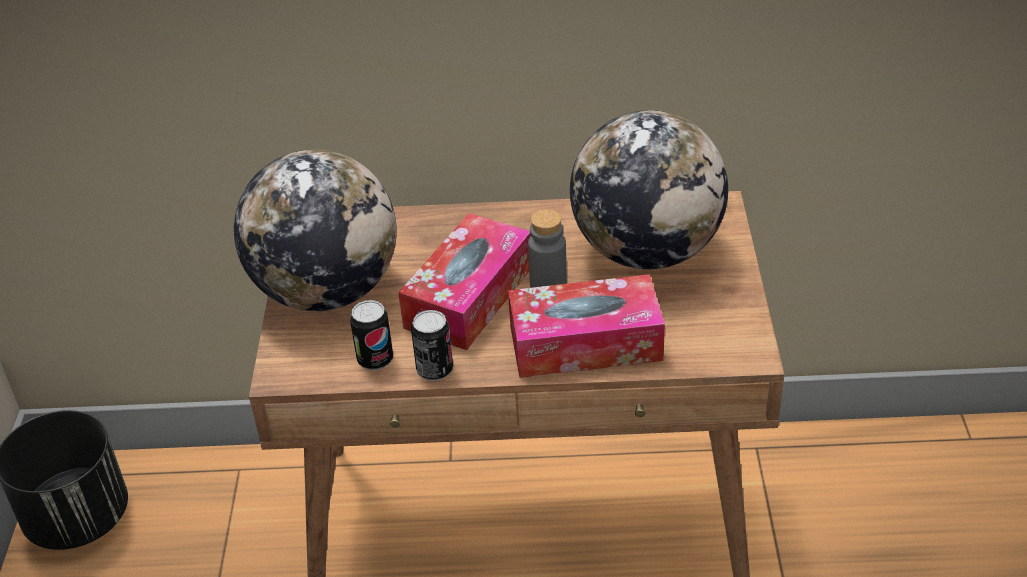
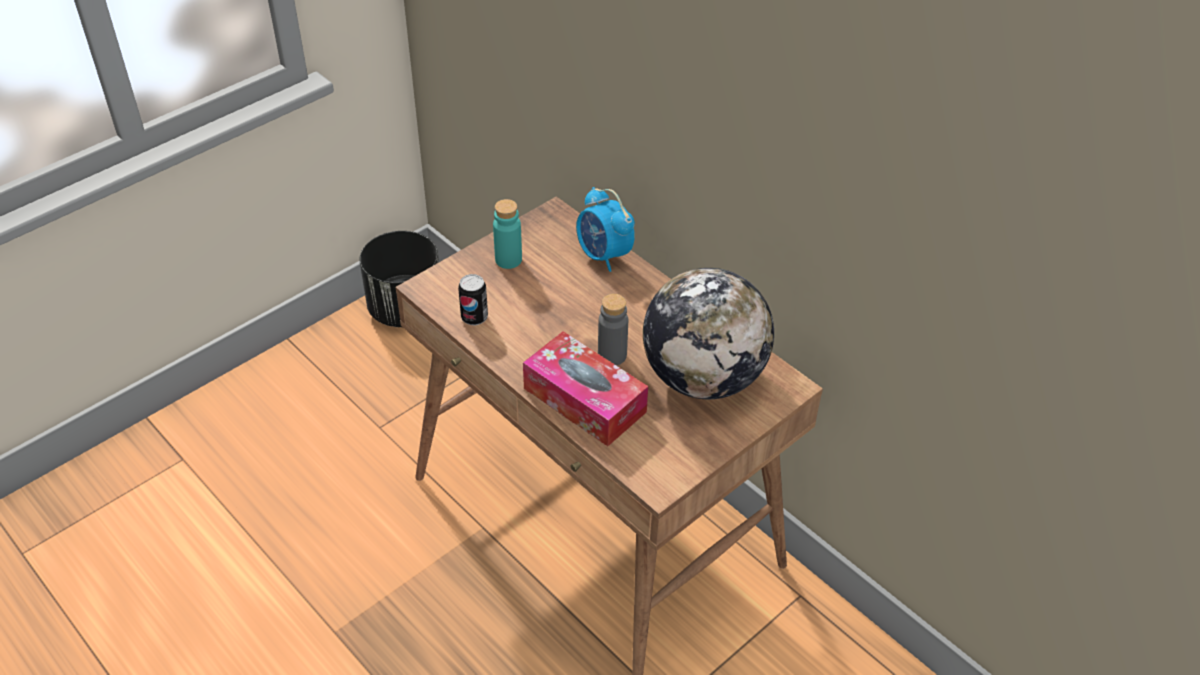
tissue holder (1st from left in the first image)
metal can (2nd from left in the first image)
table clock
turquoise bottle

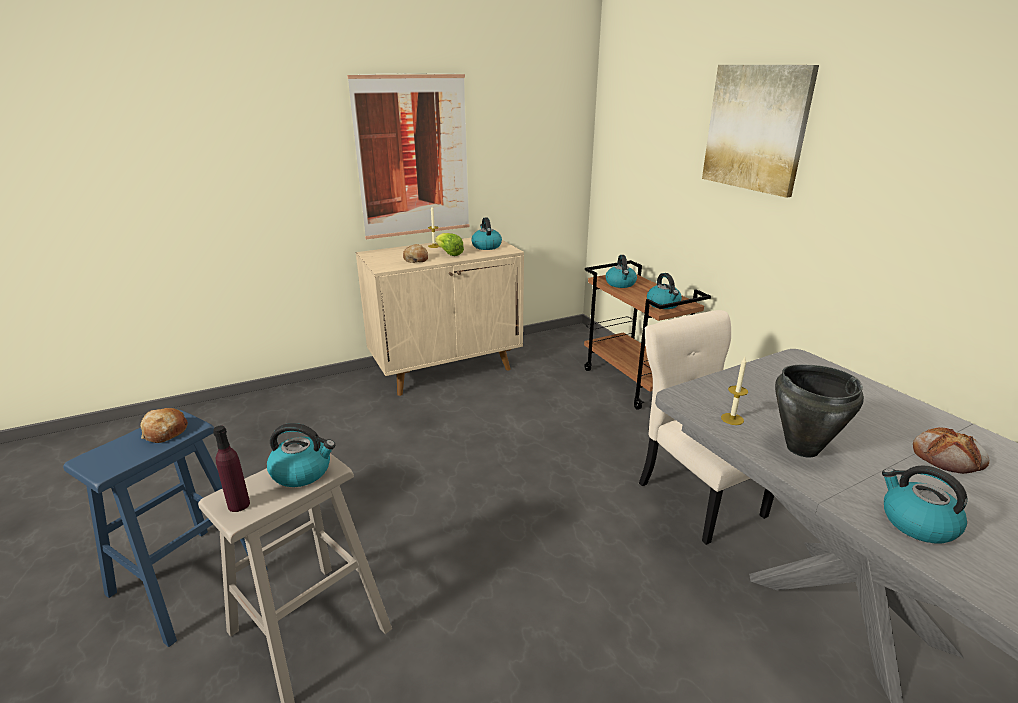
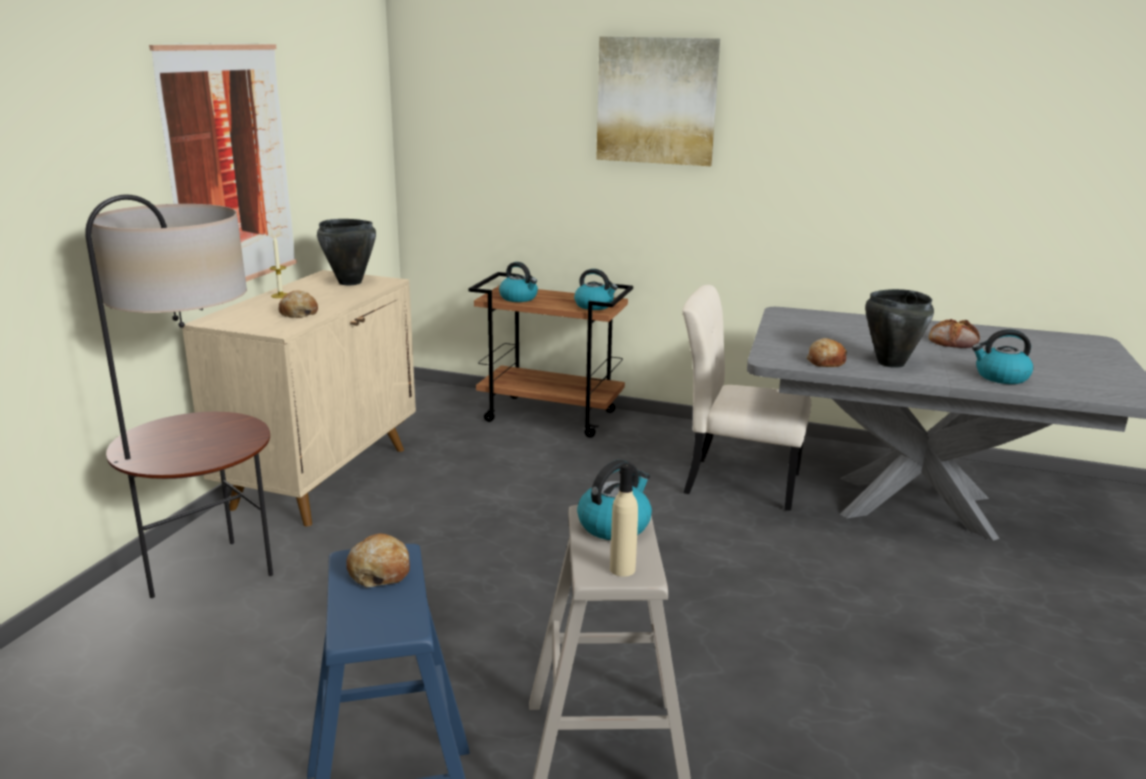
lettuce head
standing lamp
black cooking pot (1st from left)
bakery bread (3rd from left)
sand-coloured bottle

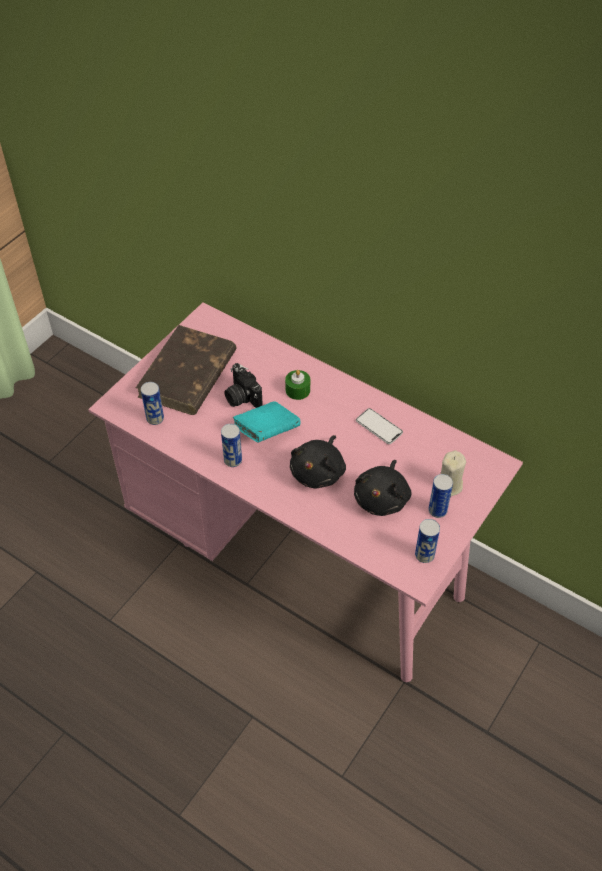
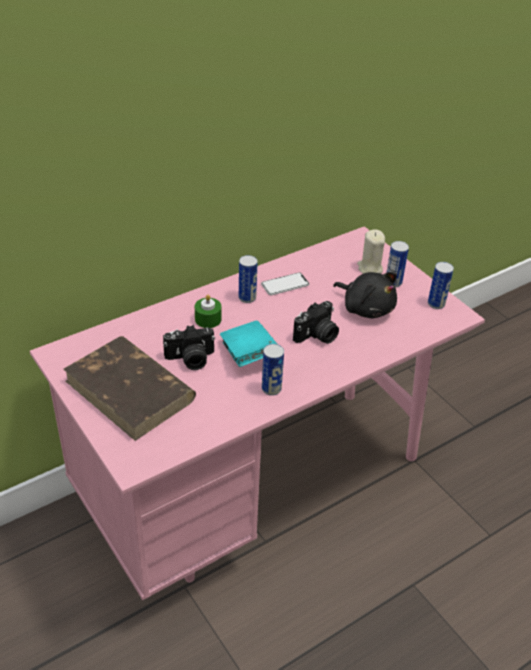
metal can (1st from left)
still camera (2nd from left)

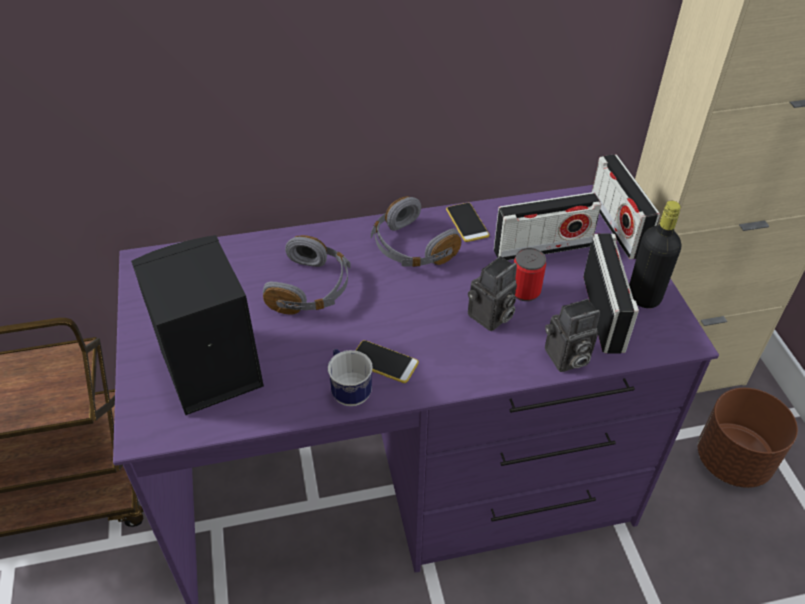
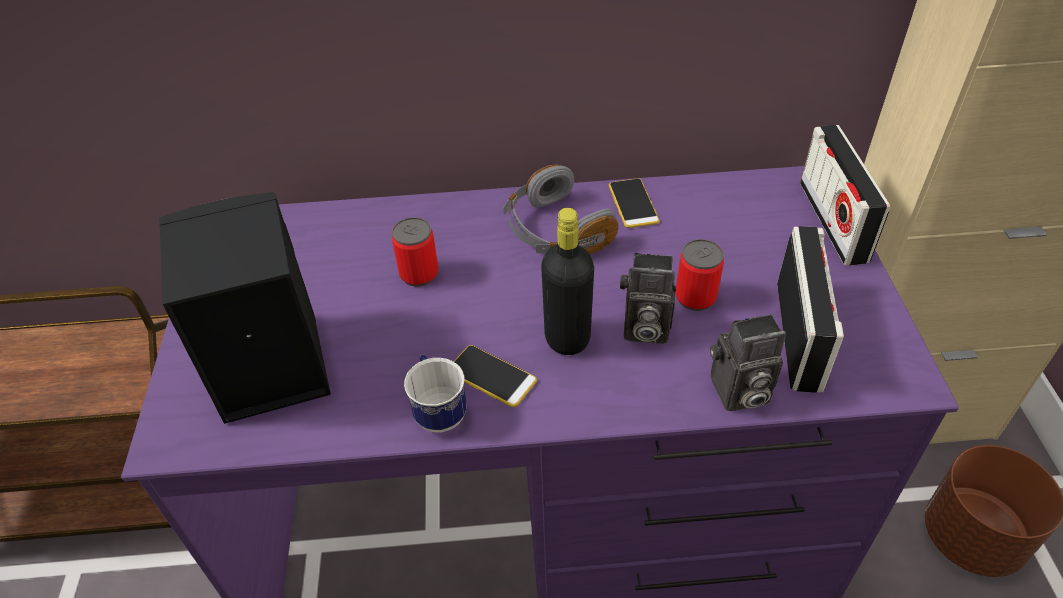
radio receiver (1st from left in the first image)
black bottle
metal can (1st from left)
still camera (1st from left)

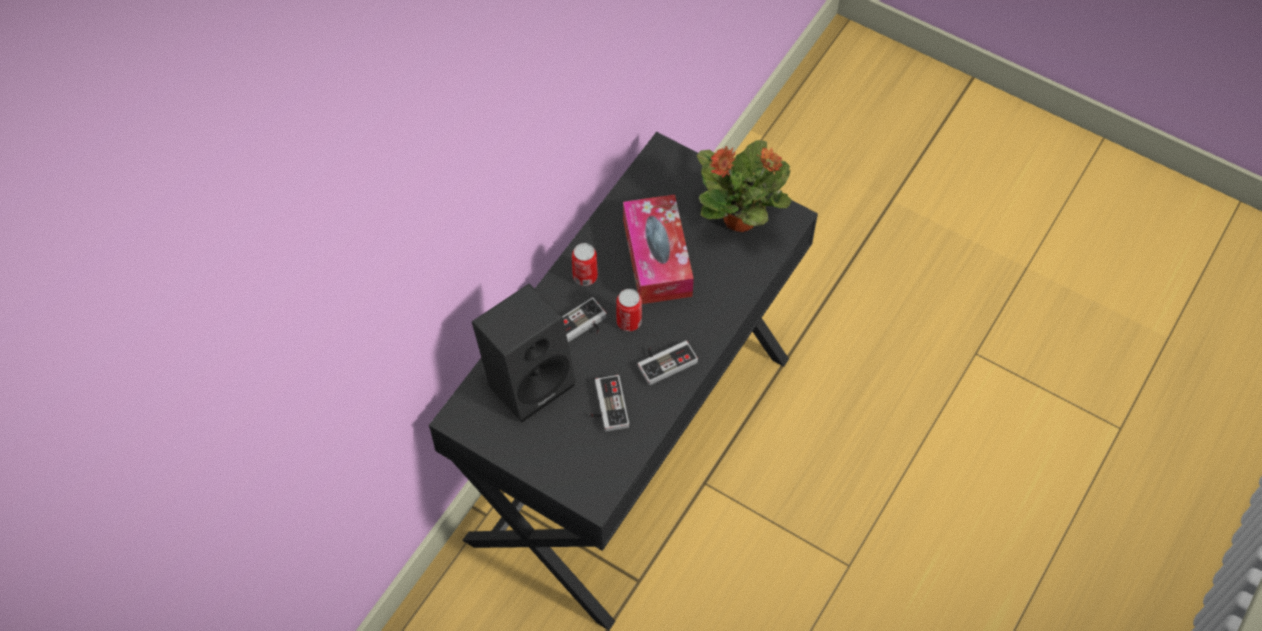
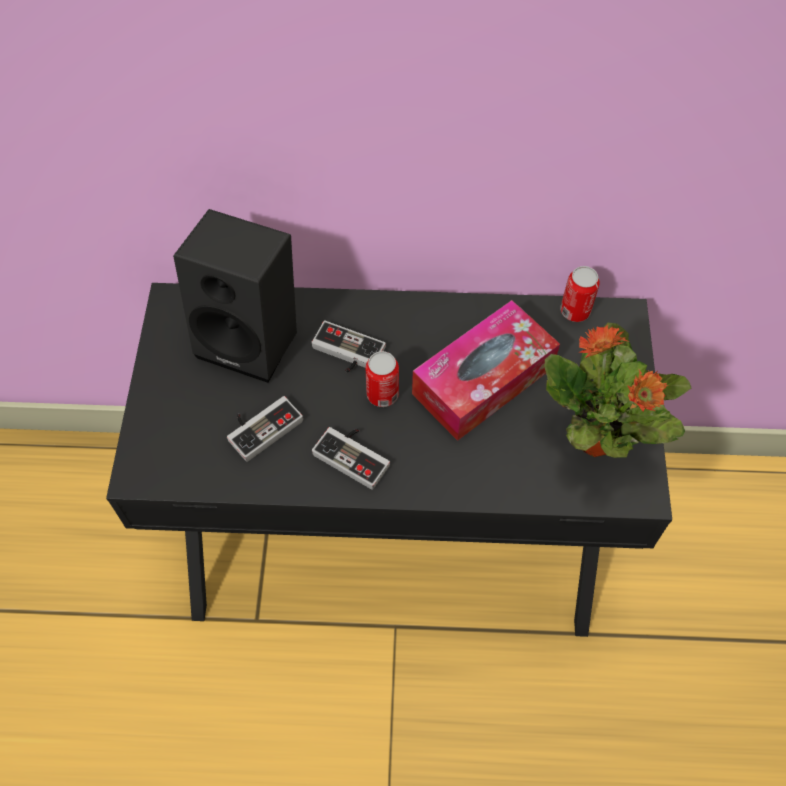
metal can (2nd from left)

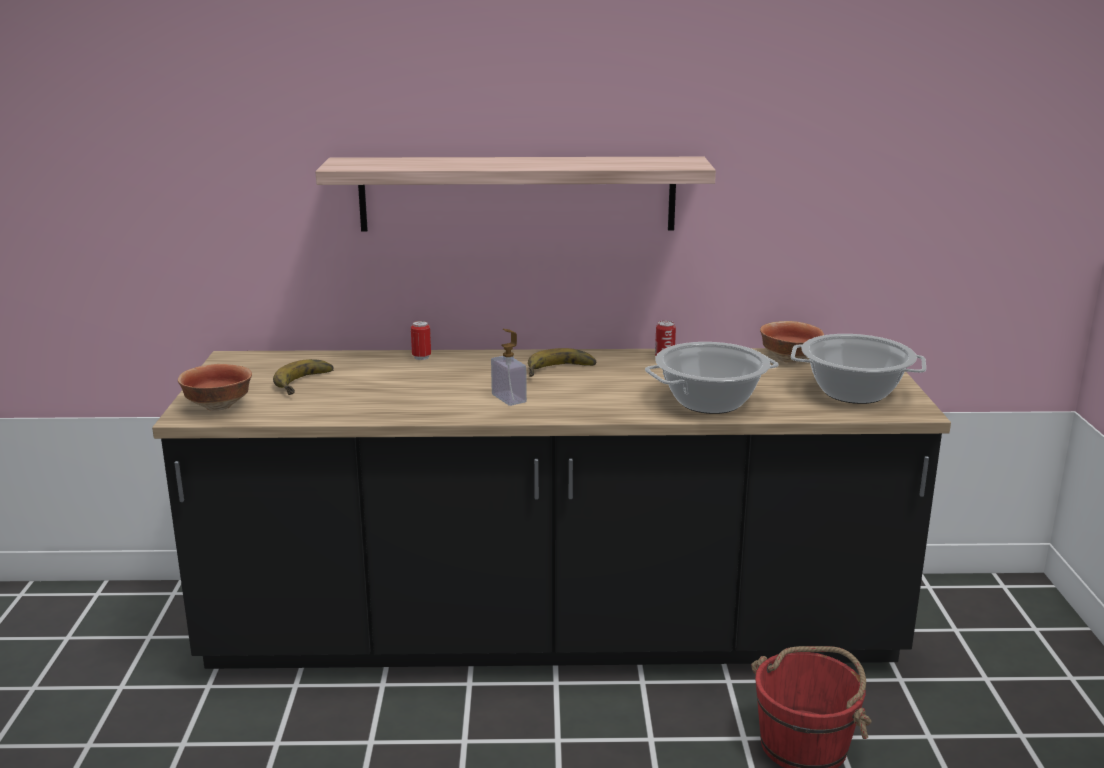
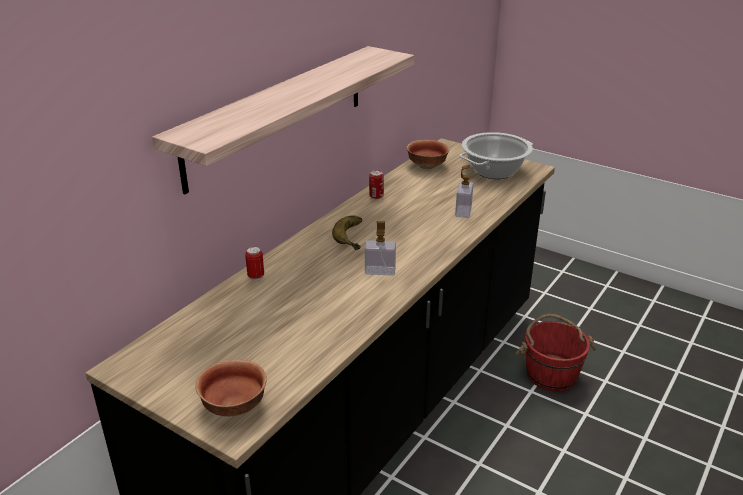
whole banana (1st from left in the first image)
soap dispenser (2nd from left)

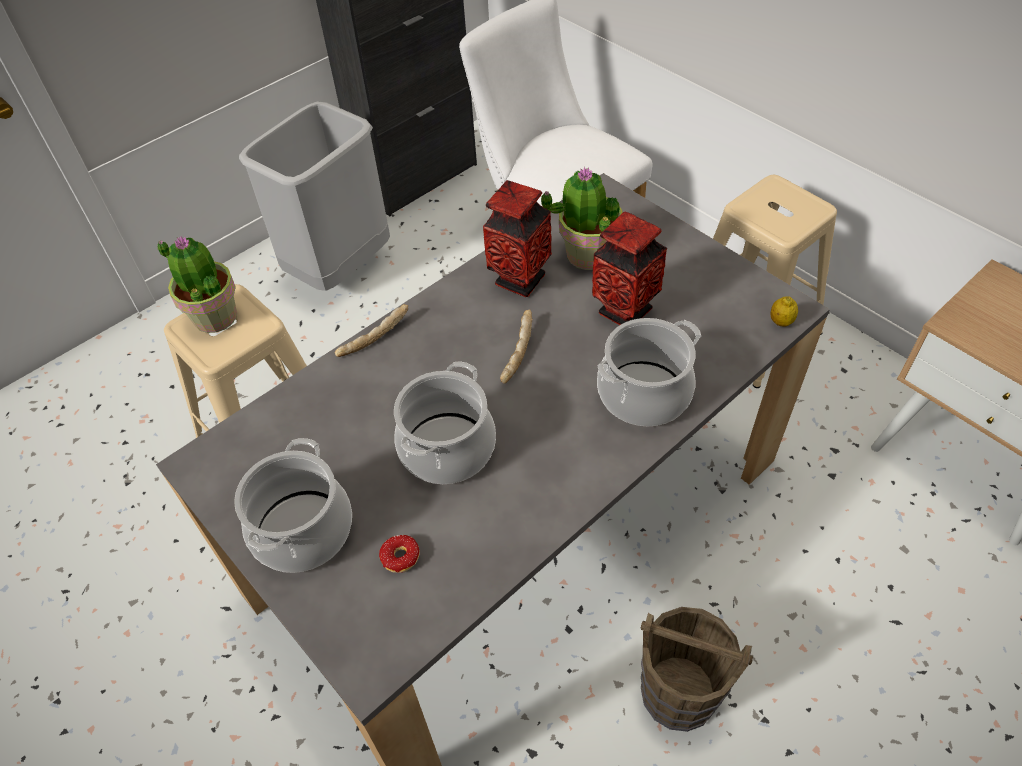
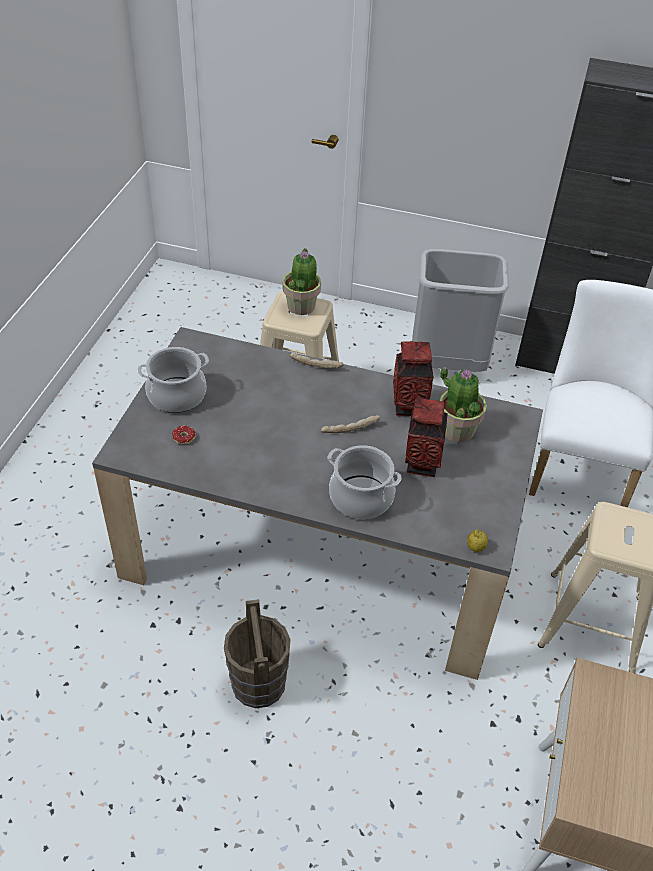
cooking pot (2nd from left in the first image)

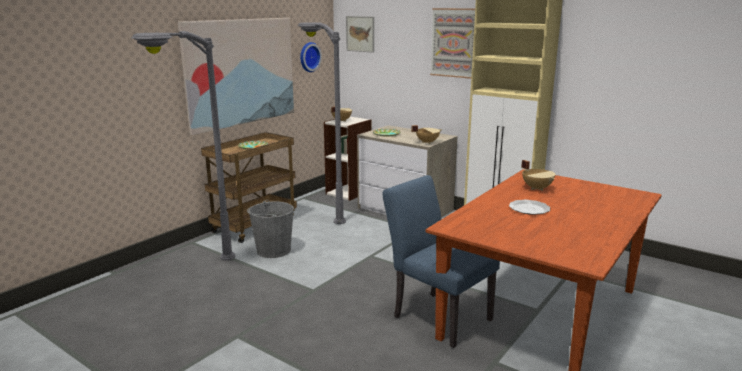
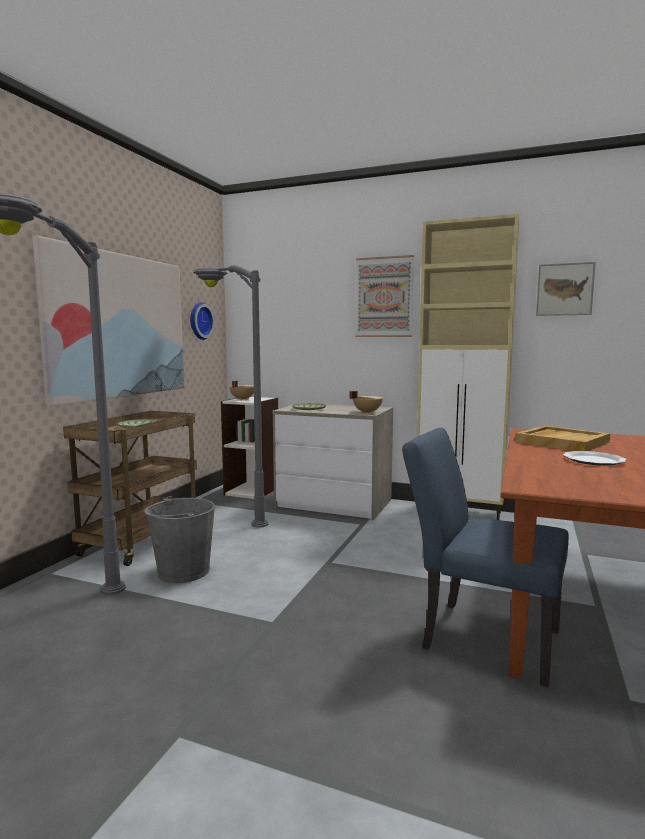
picture (3rd from left)
sand-coloured serving tray

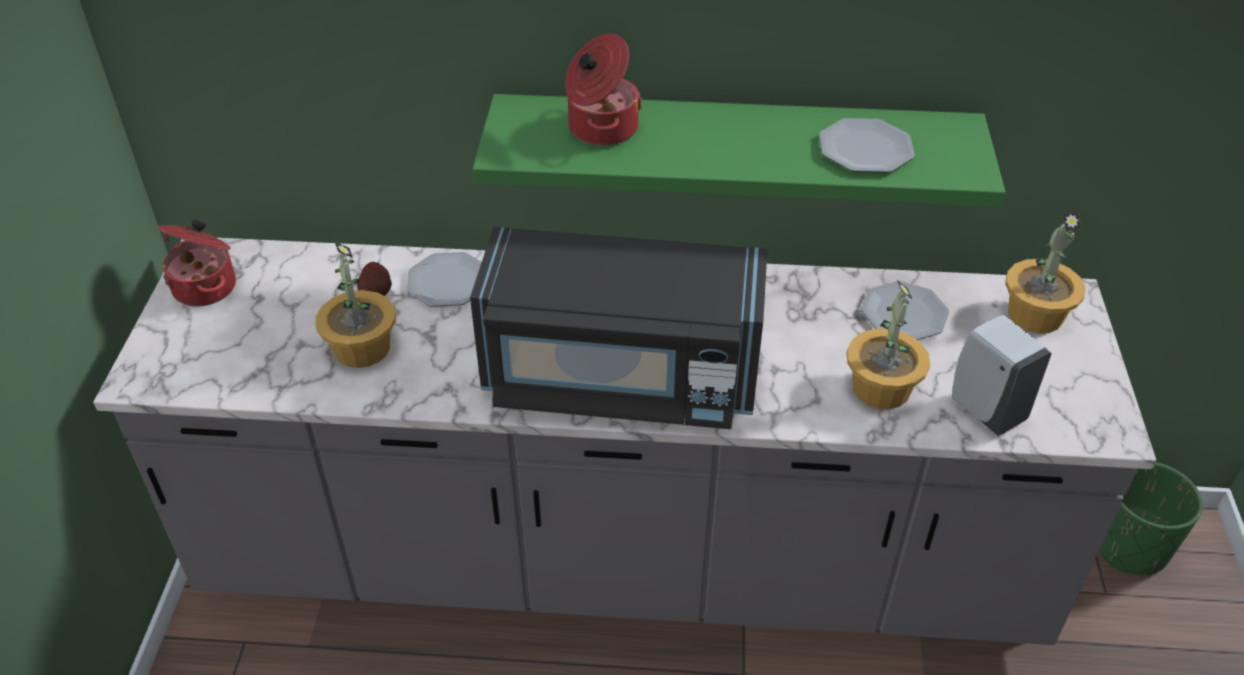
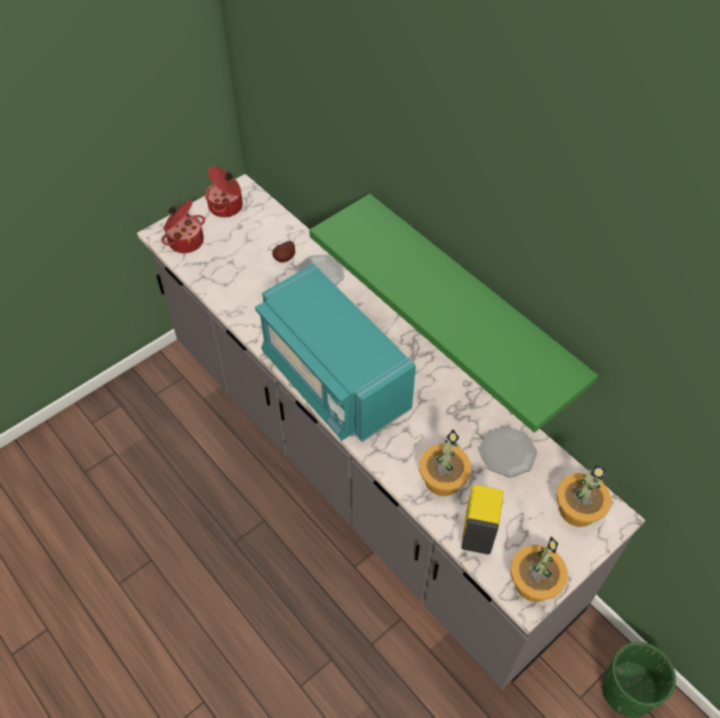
dinner plate (2nd from left in the first image)
plant in a pot (2nd from left)
cooking pot (1st from left)
turquoise microwave oven
yellow-coloured soap dispenser

